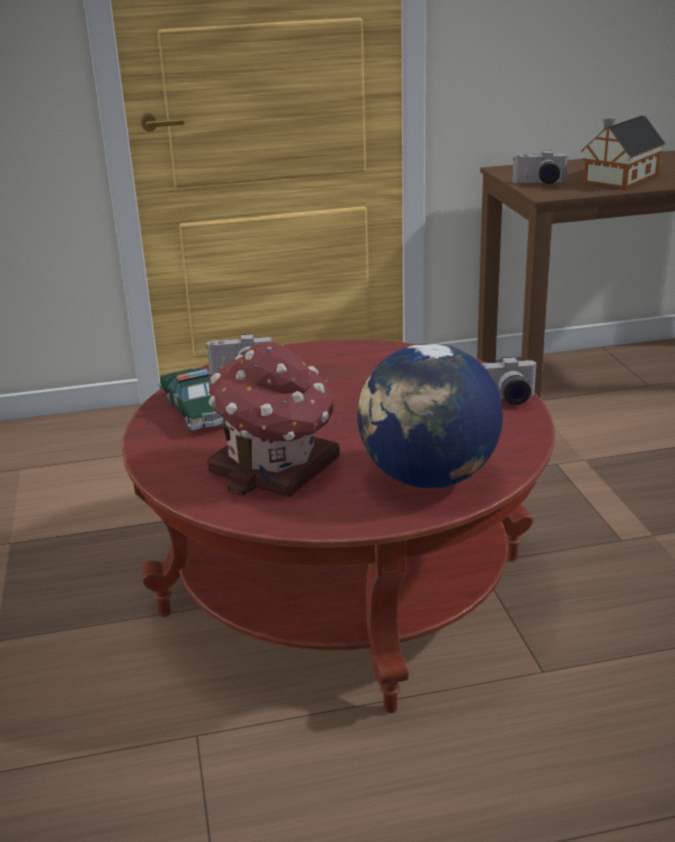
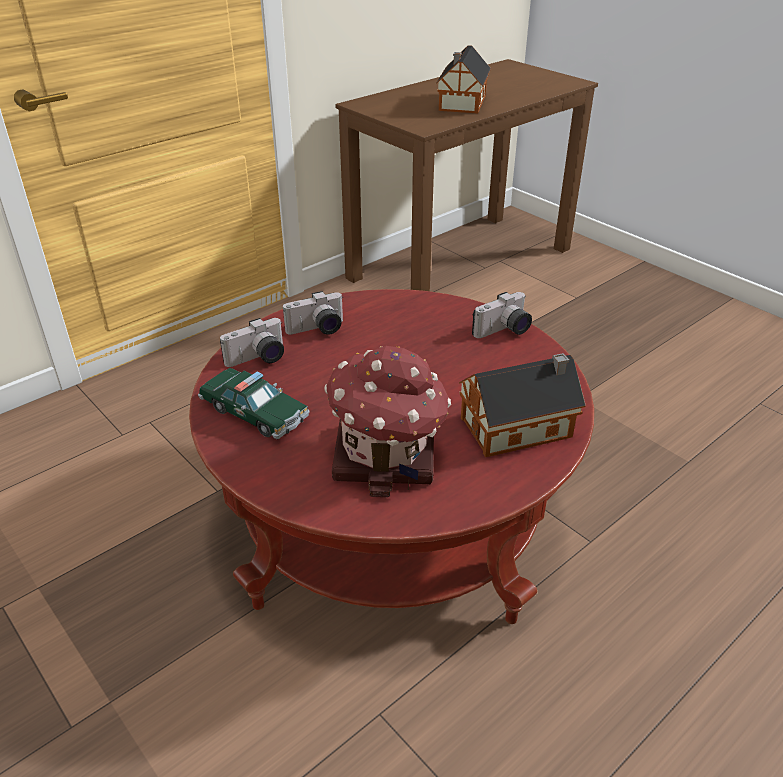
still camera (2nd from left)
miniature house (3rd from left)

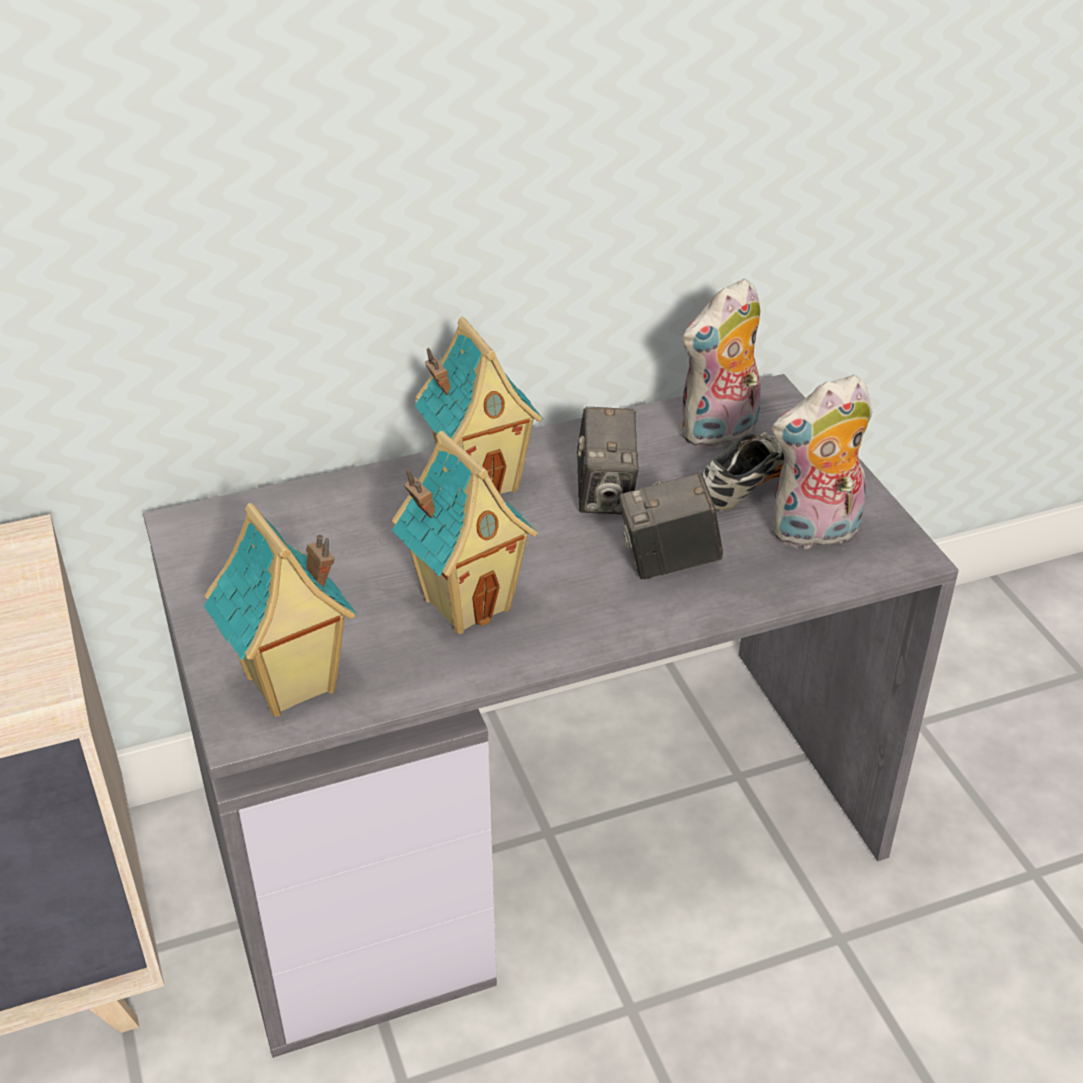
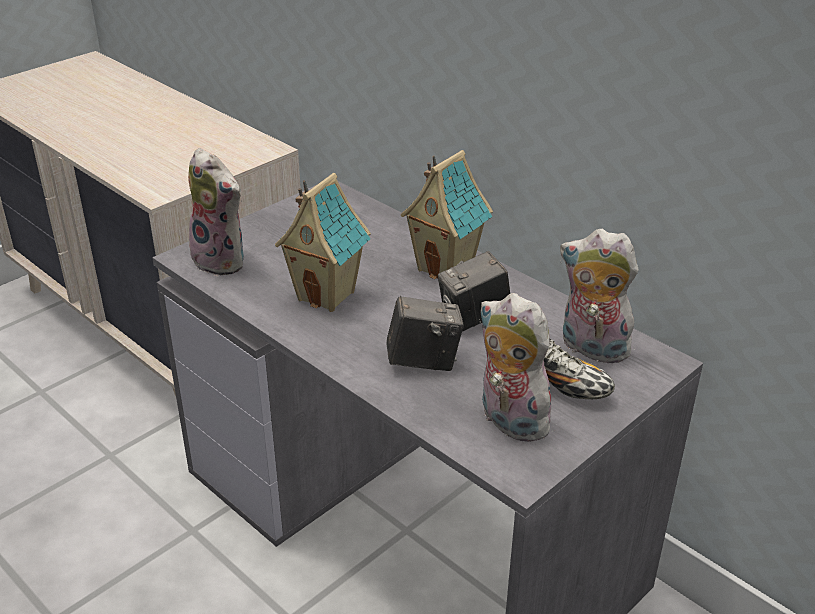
soft toy (1st from left)
still camera (1st from left)

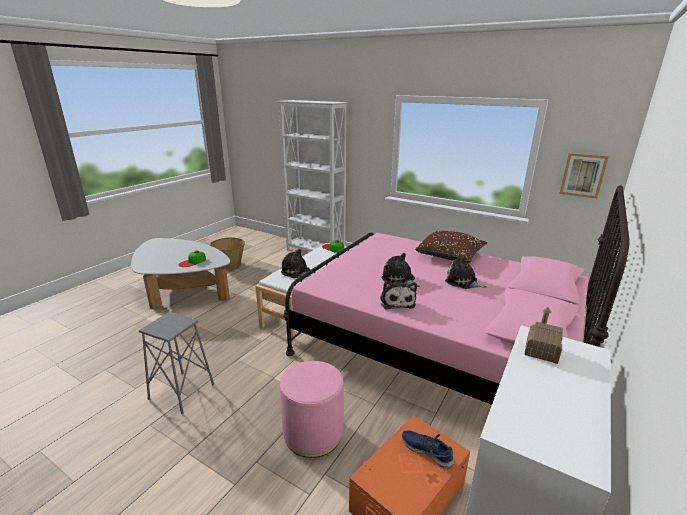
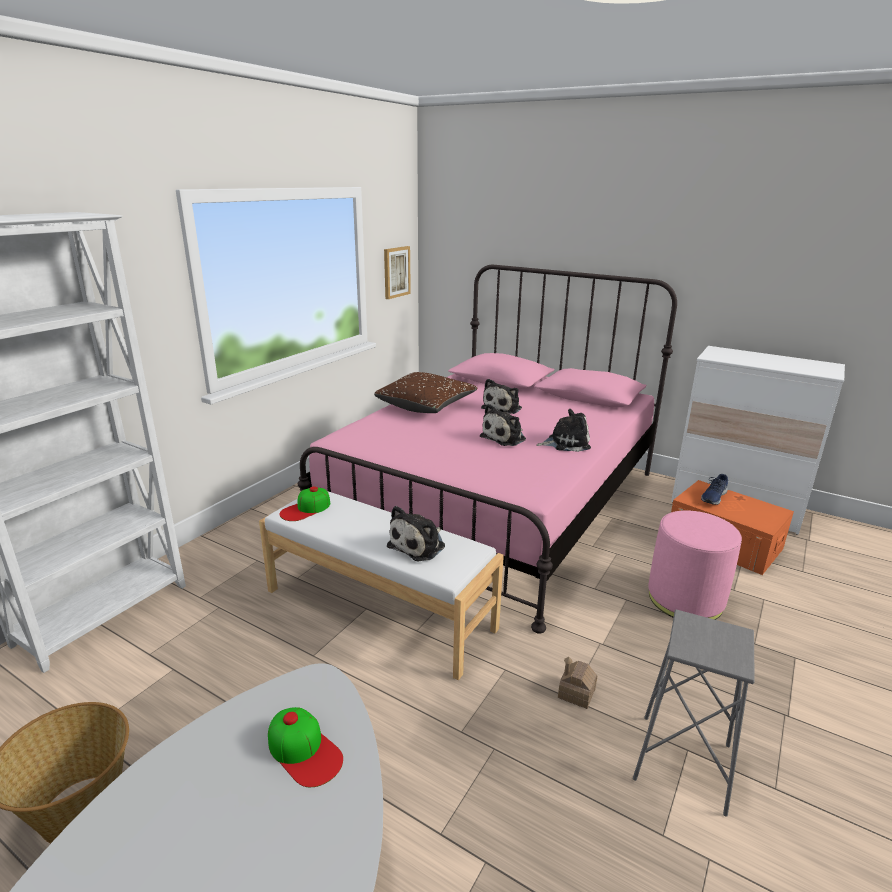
miniature house

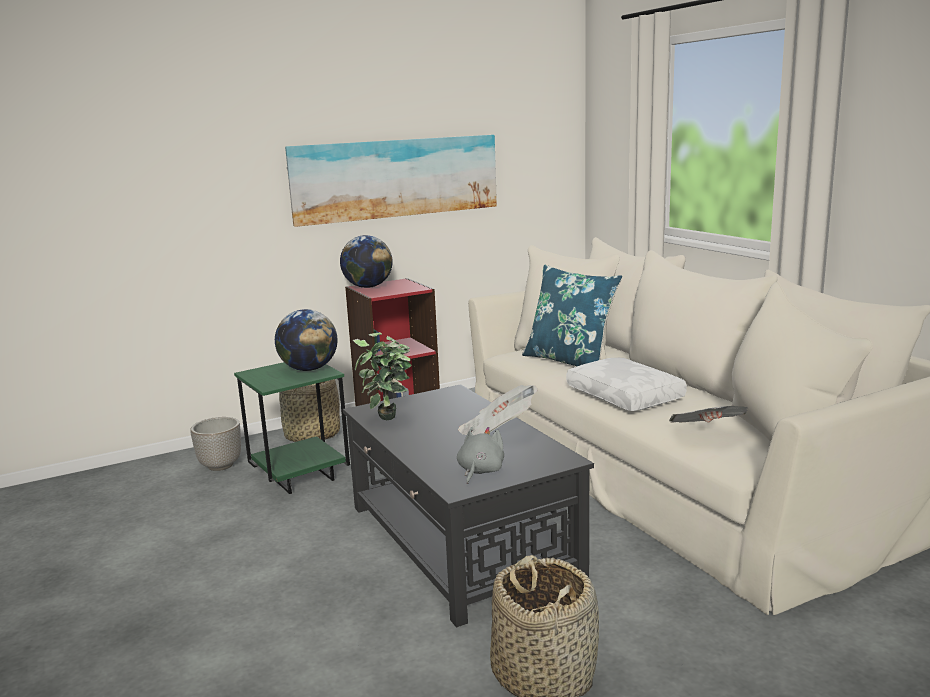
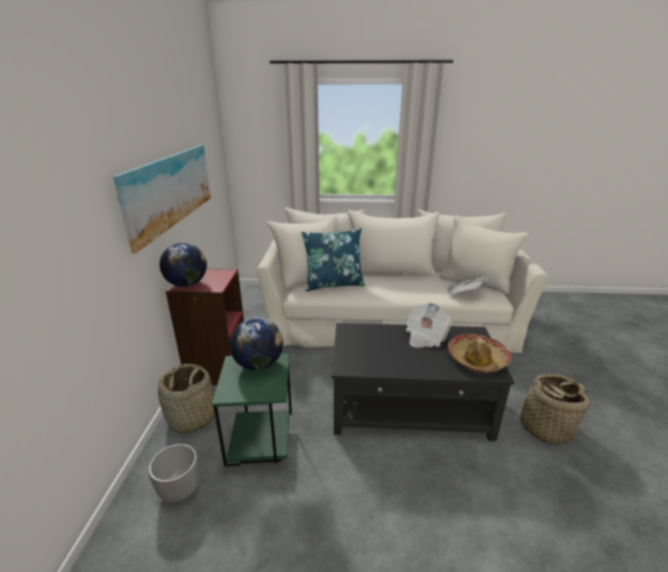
plant in a pot
whitish cushion
wearable hat

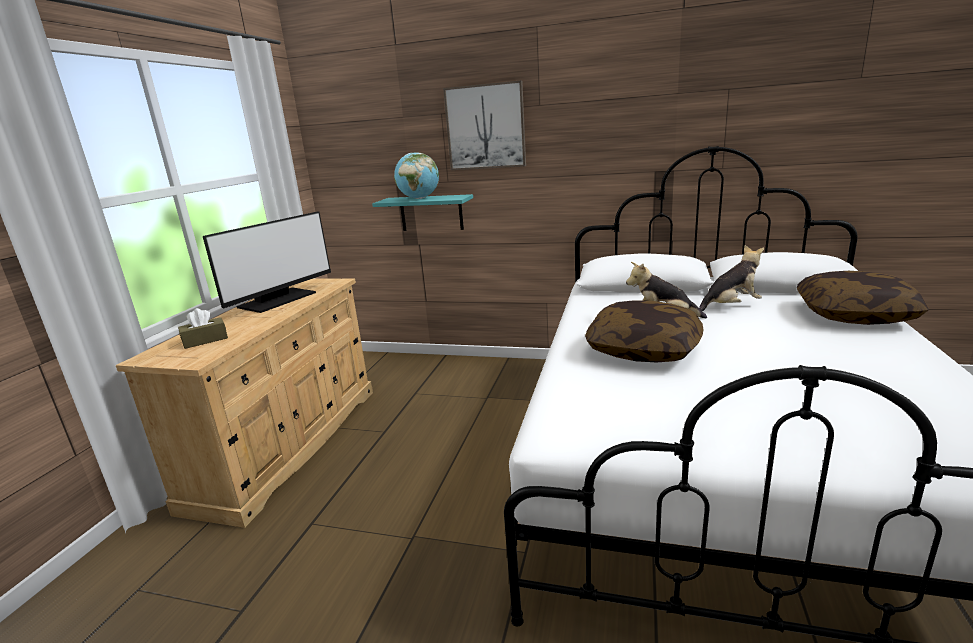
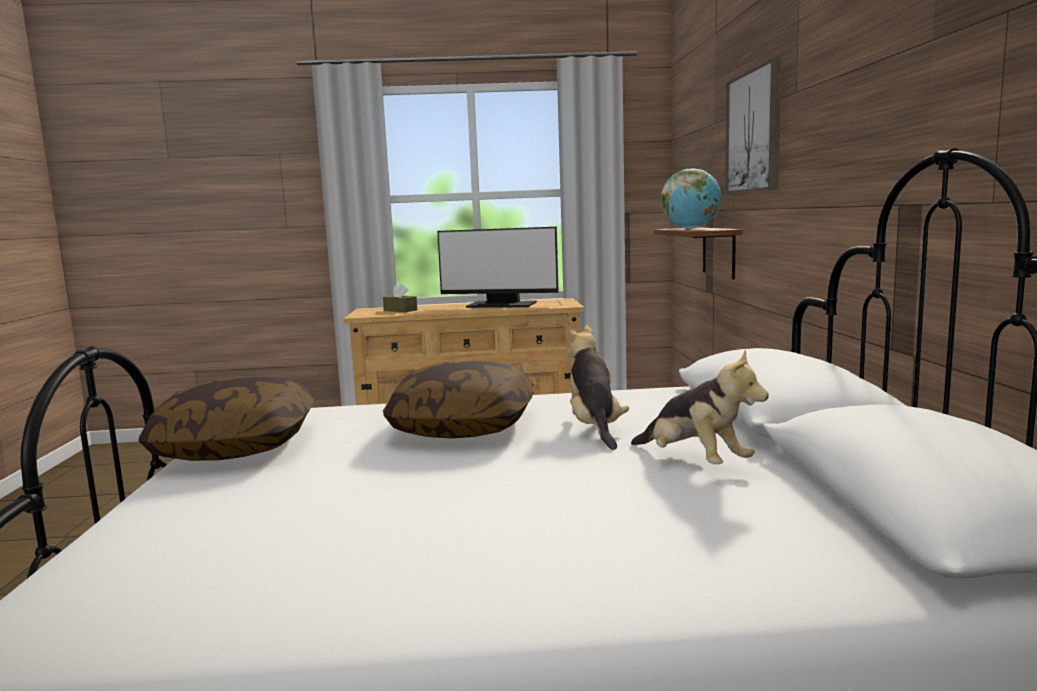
cushion (1st from left)
brown-coloured bracket shelf

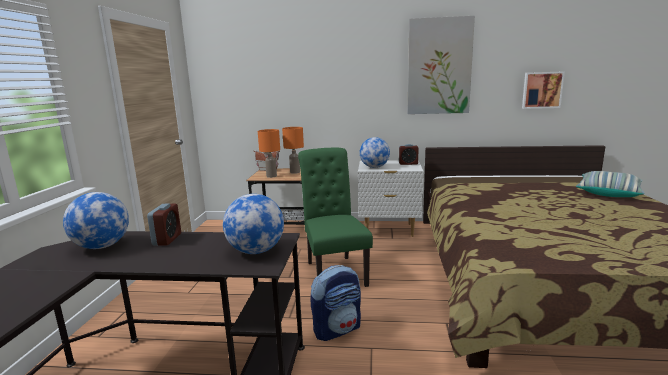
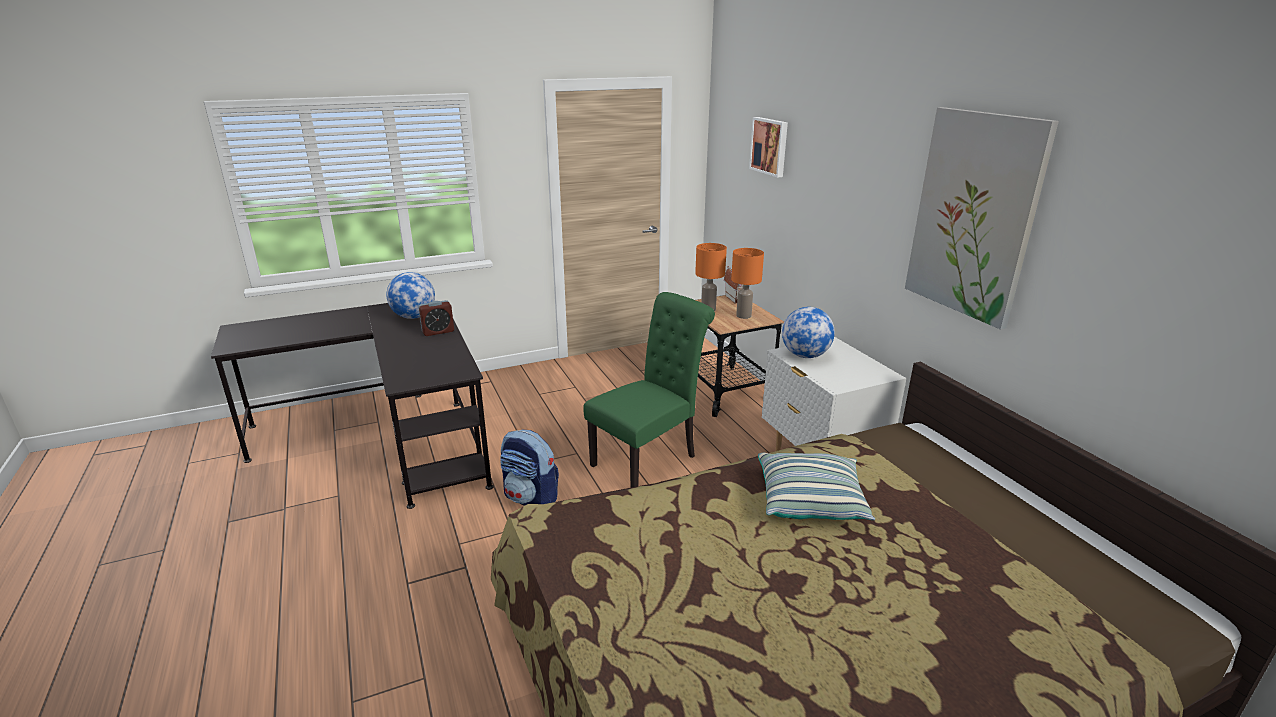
world globe (2nd from left in the first image)
table clock (2nd from left in the first image)
picture (1st from left)
cushion

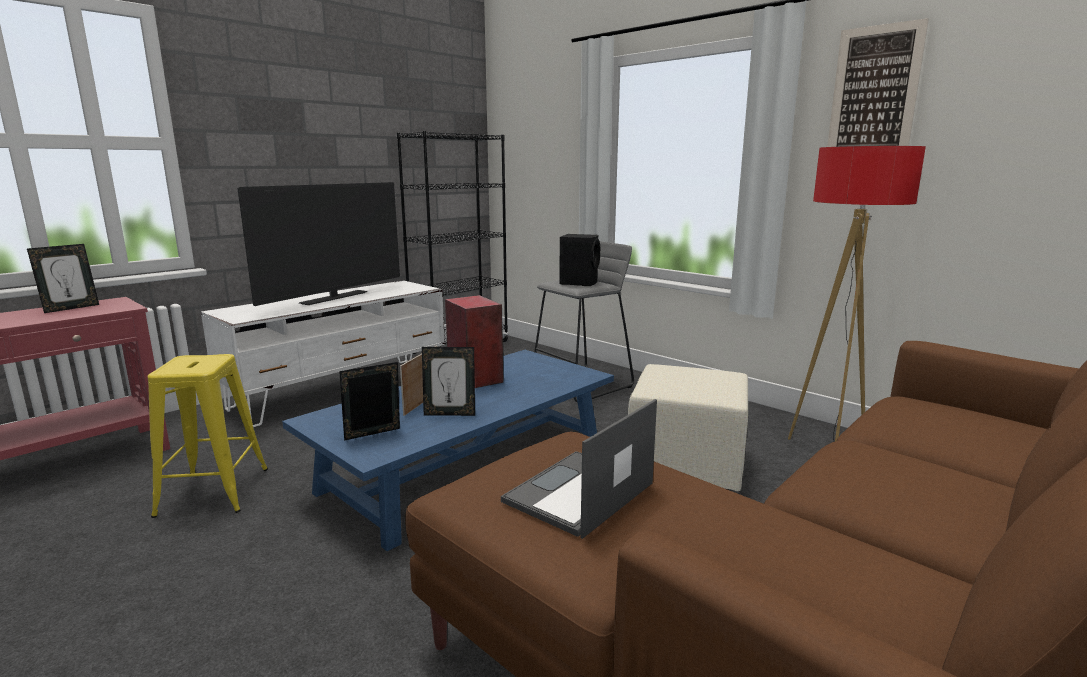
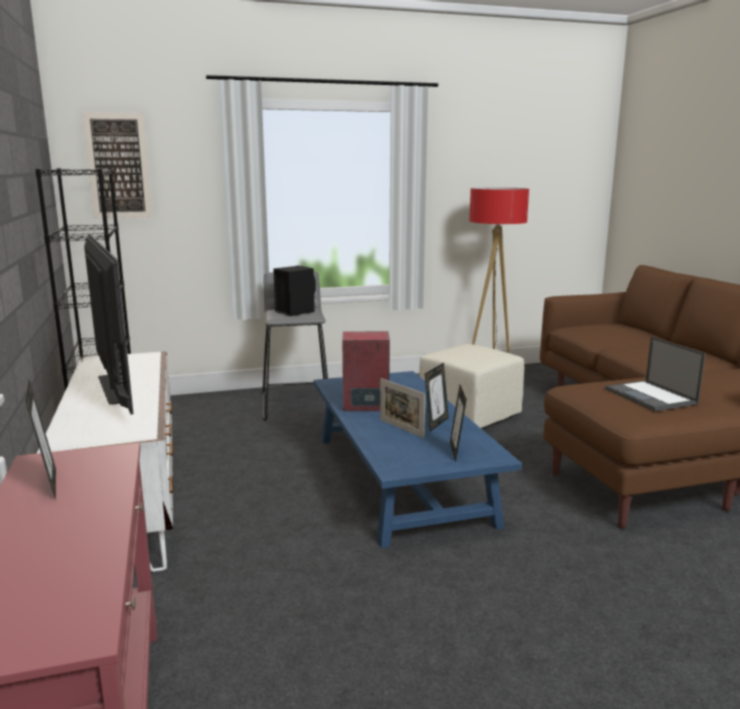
yellow-coloured stool seat
picture

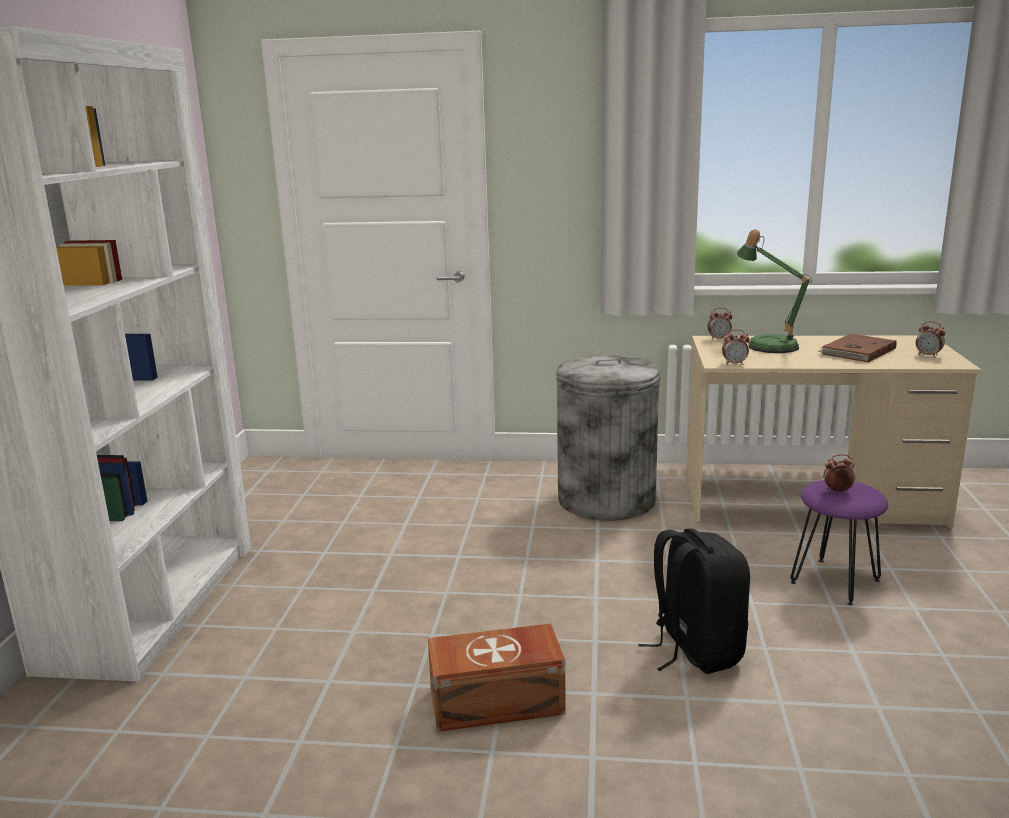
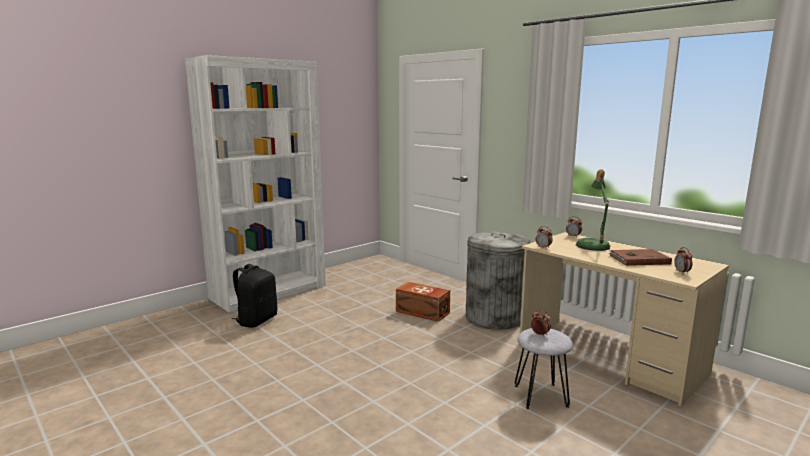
brown-coloured storage bin
black knapsack
greyish stool seat

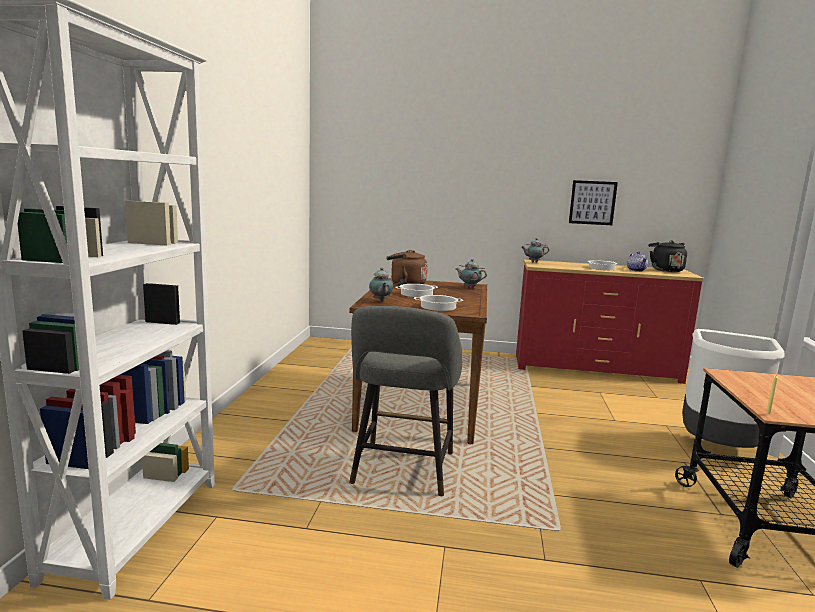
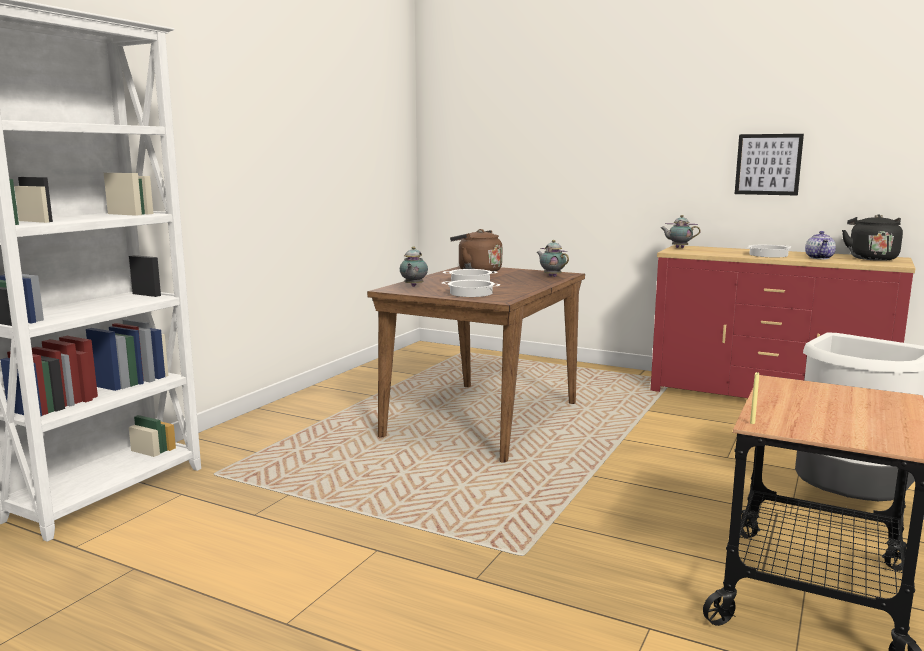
greyish stool seat

